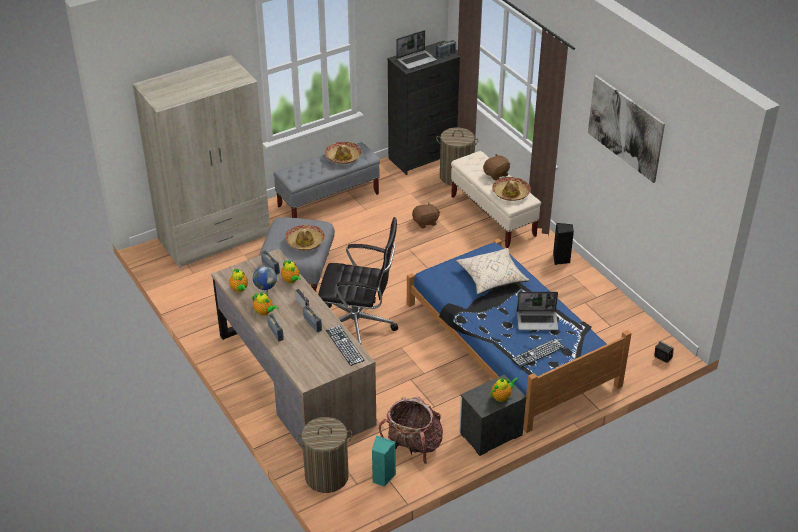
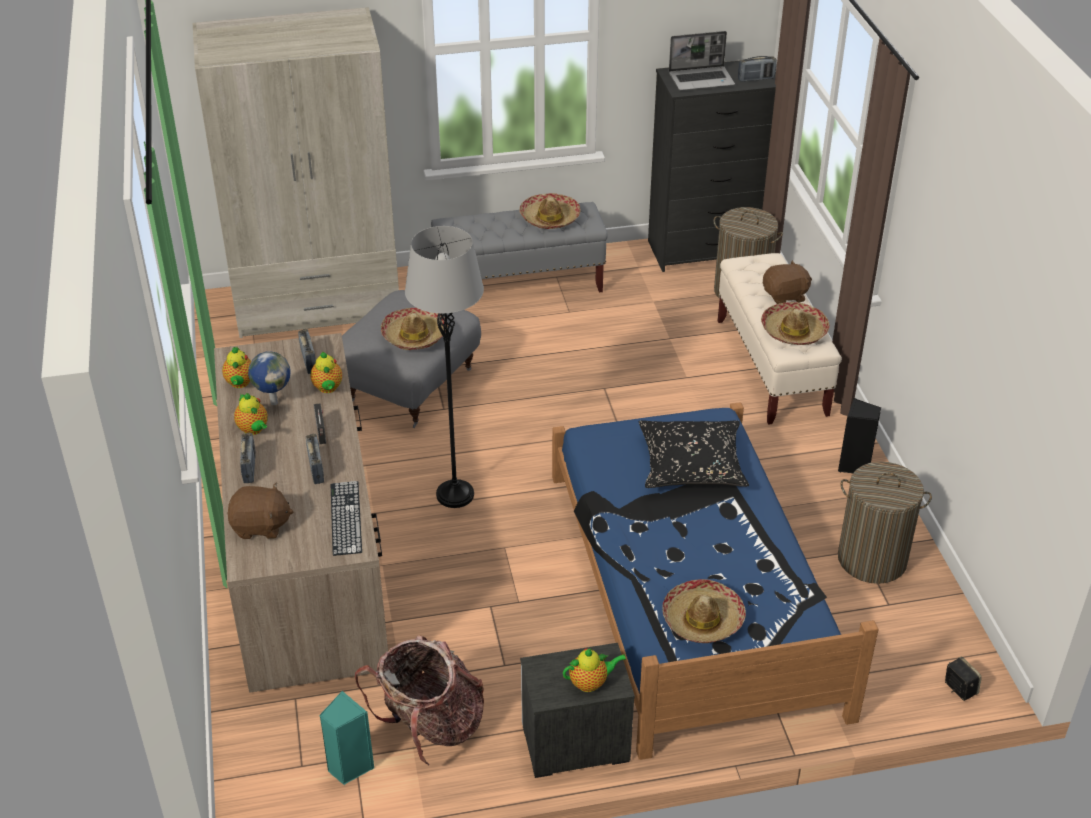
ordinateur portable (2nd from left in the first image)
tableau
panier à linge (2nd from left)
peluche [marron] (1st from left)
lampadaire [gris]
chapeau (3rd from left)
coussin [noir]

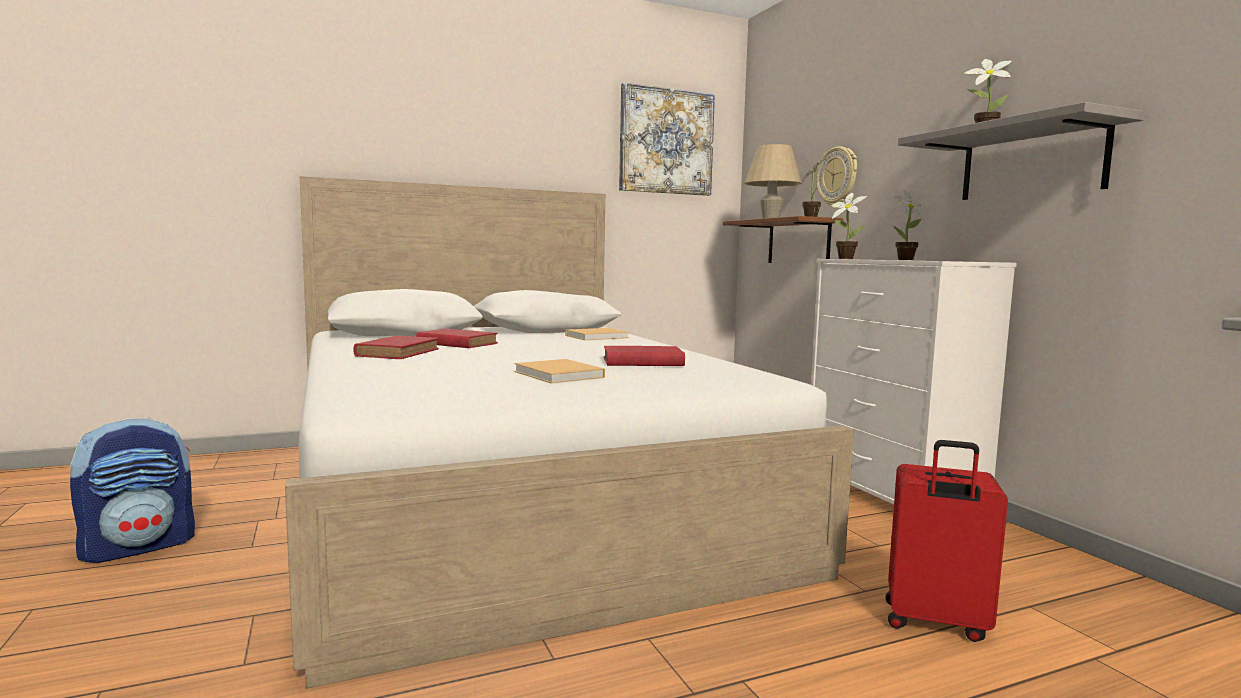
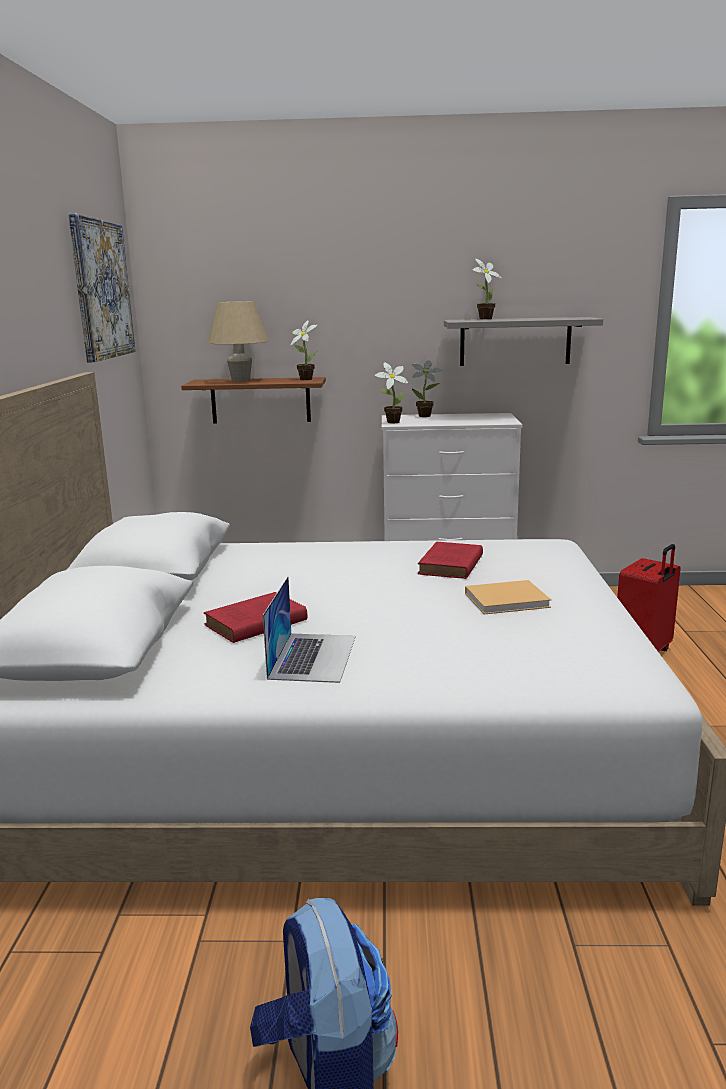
livre [beige] (2nd from left in the first image)
horloge murale
ordinateur portable

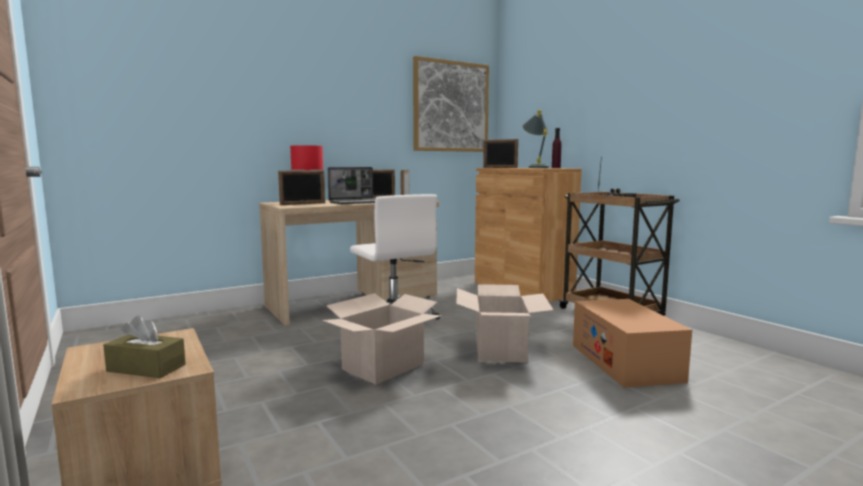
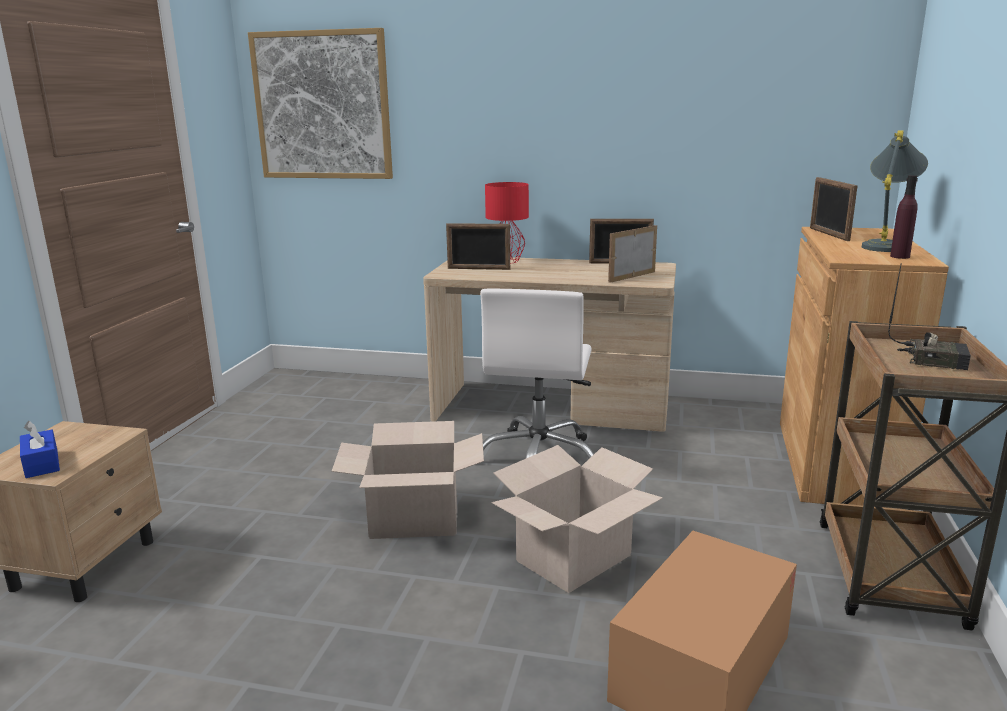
ordinateur portable
tableau
boîte à mouchoirs [bleu]

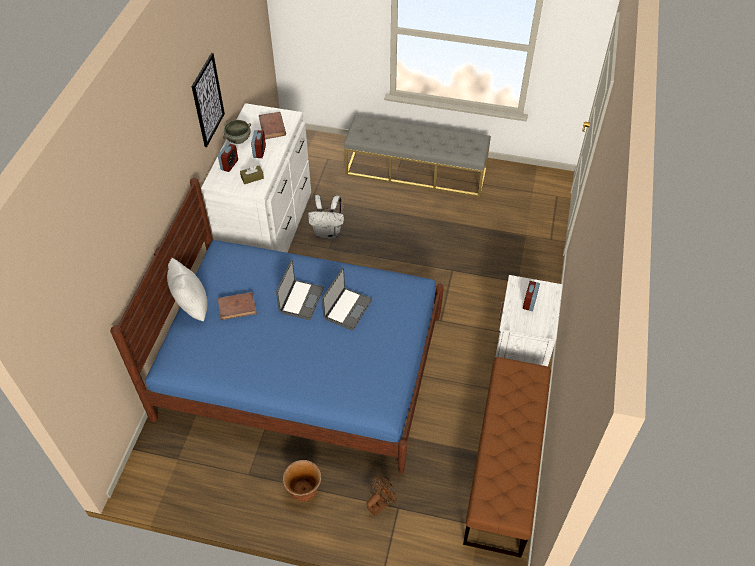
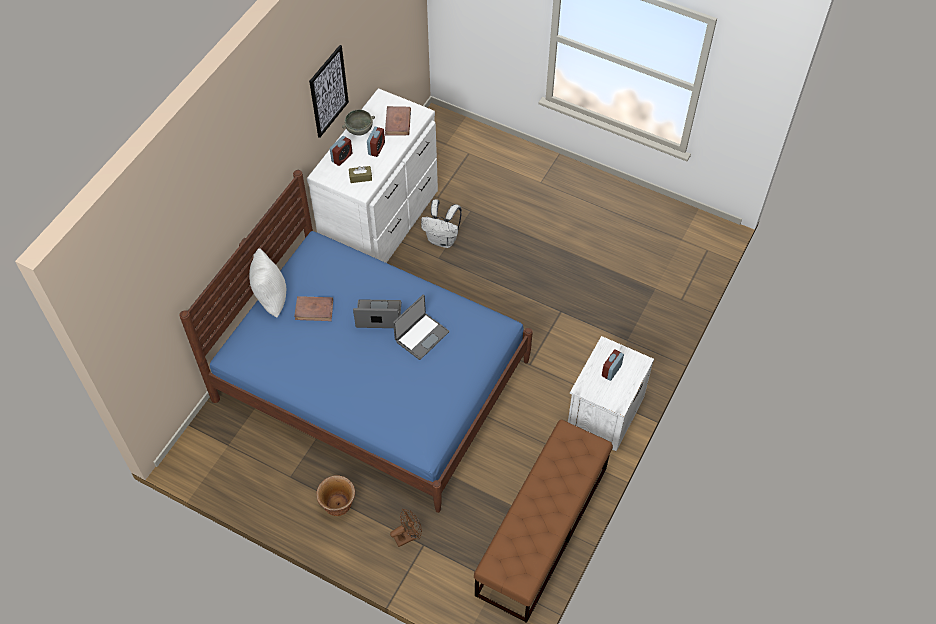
banc [gris]
ordinateur portable (1st from left)

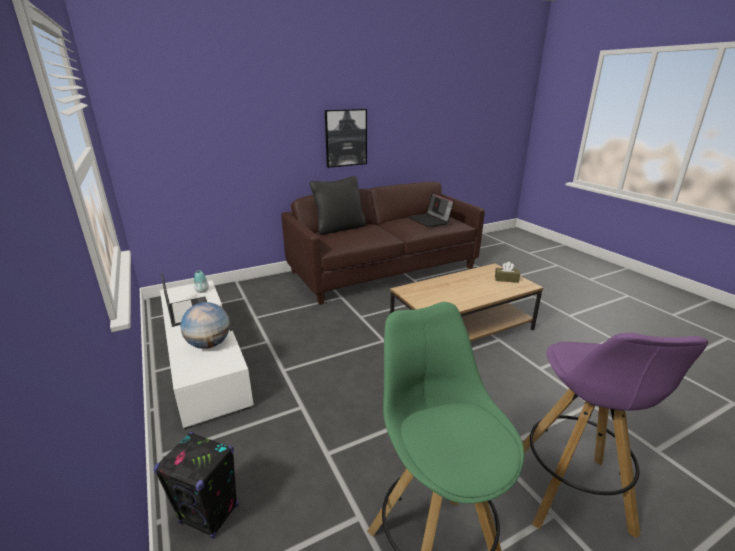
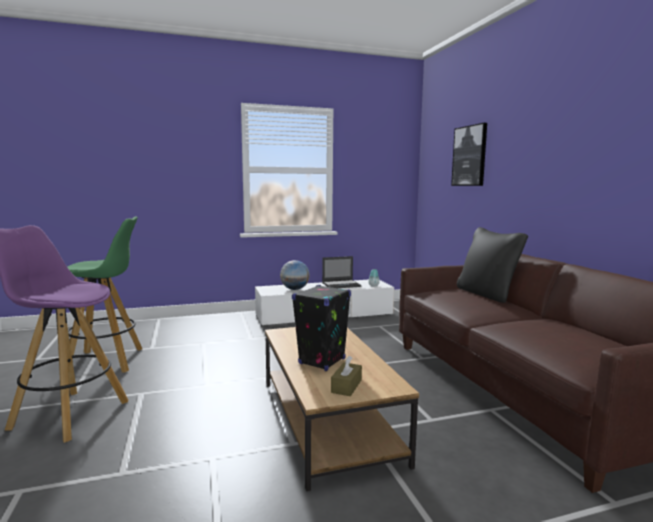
ordinateur portable (2nd from left in the first image)
enceinte [noir]
tableau

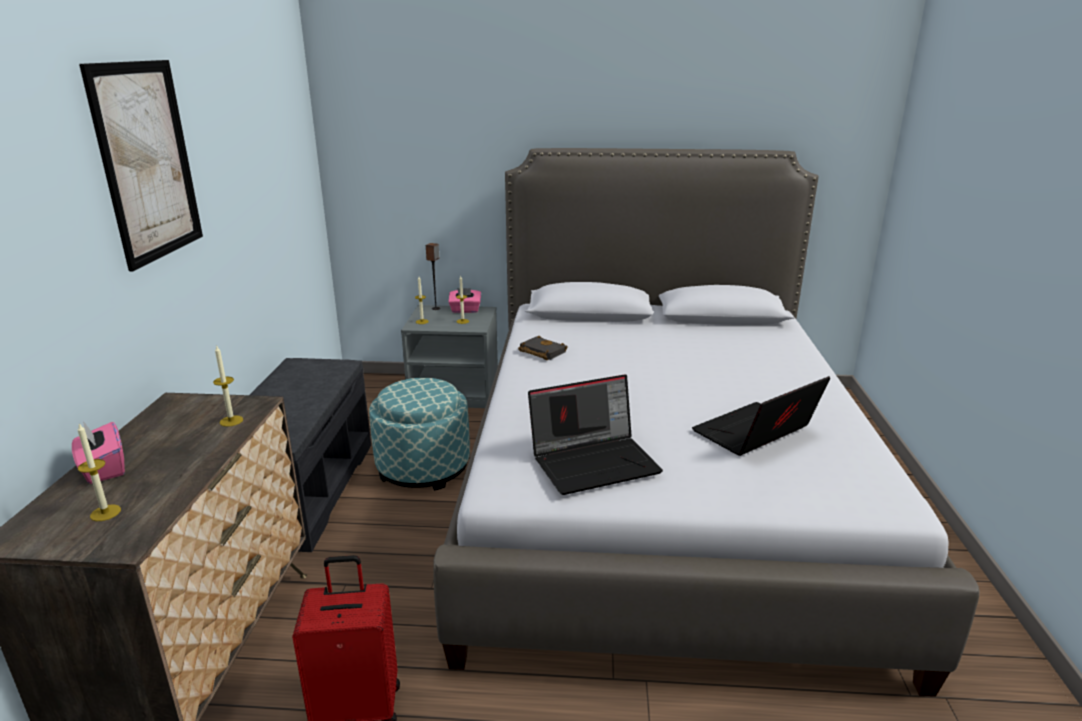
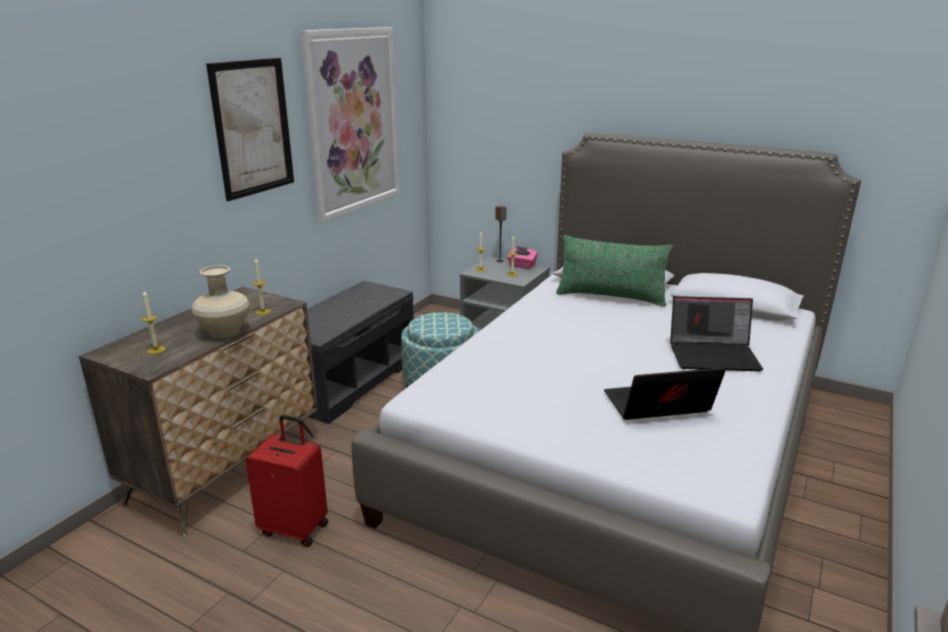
boîte à mouchoirs [rose] (1st from left in the first image)
livre [noir]
vase [beige]
tableau (2nd from left)
coussin [vert]
ordinateur portable (2nd from left)

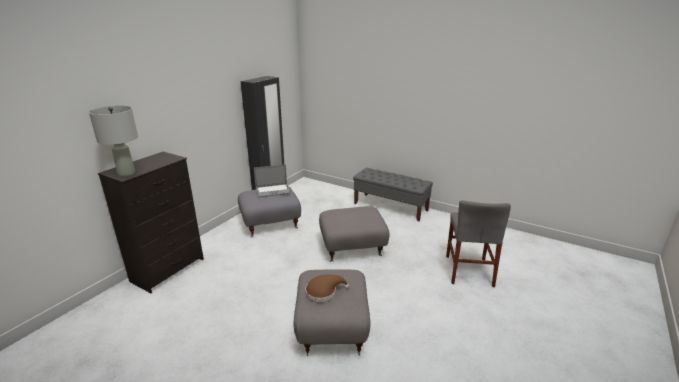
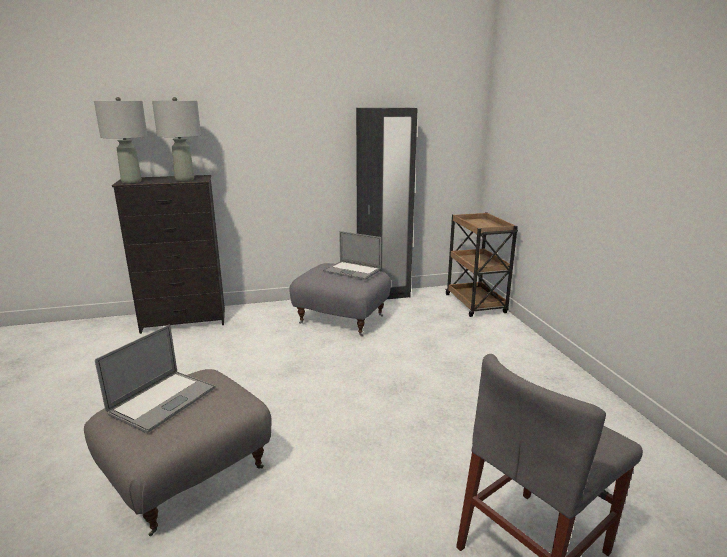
pouf [gris] (3rd from left in the first image)
banc [gris]
lampe de table [gris] (2nd from left)
chariot [marron]
ordinateur portable (1st from left)

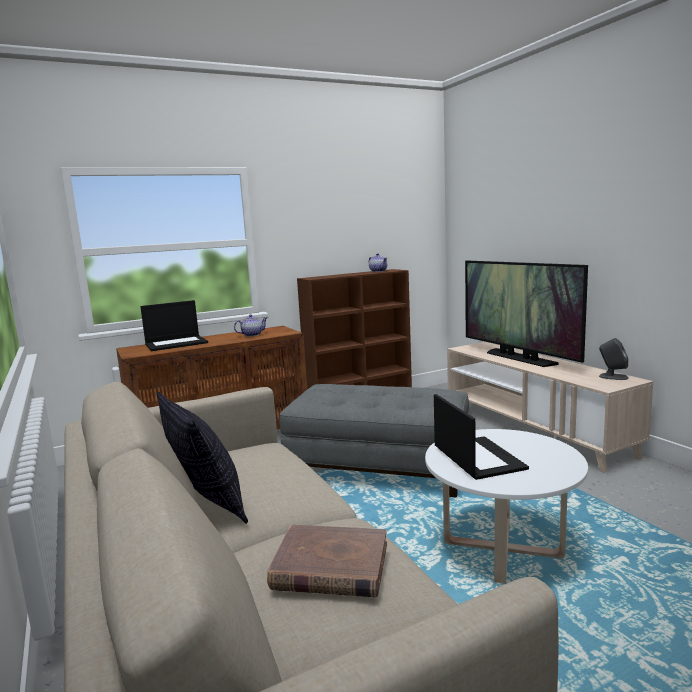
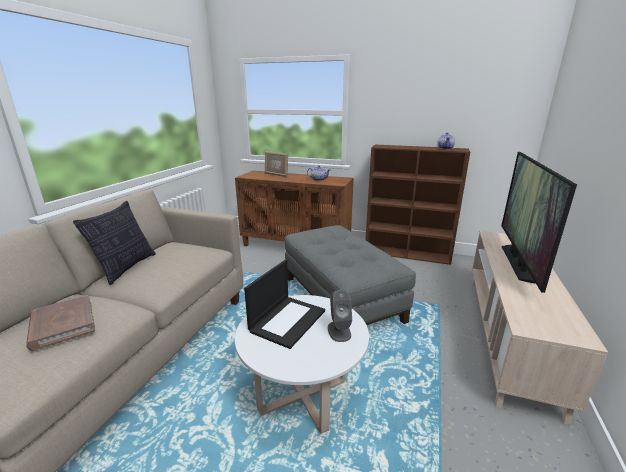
enceinte [gris]
cadre photo

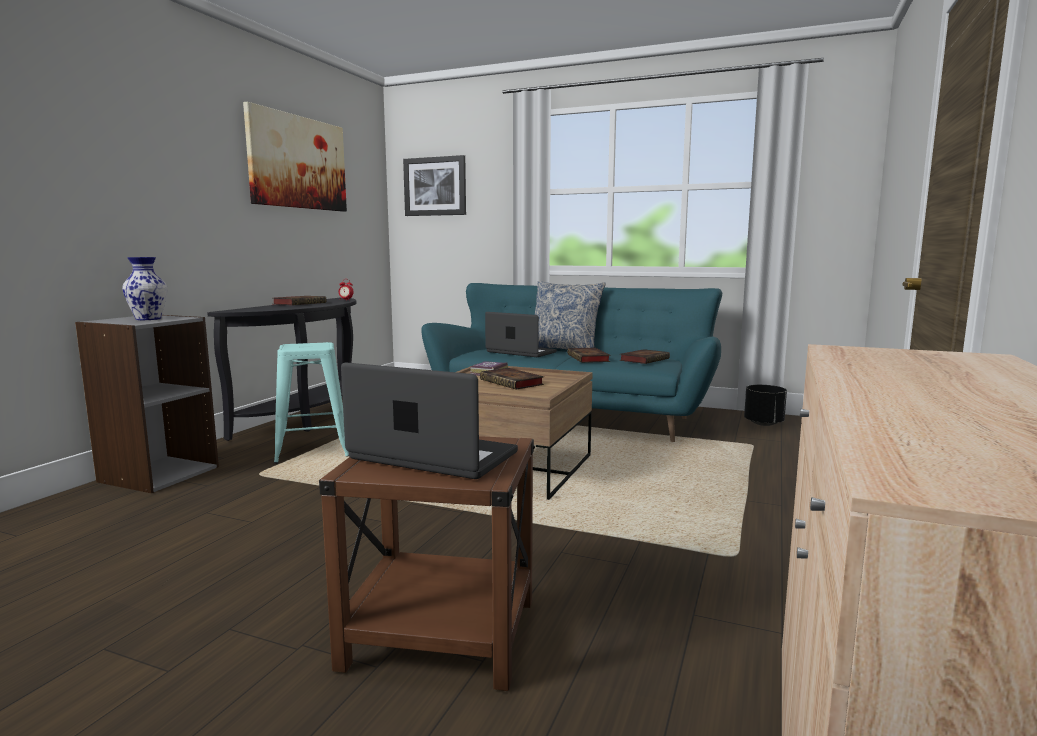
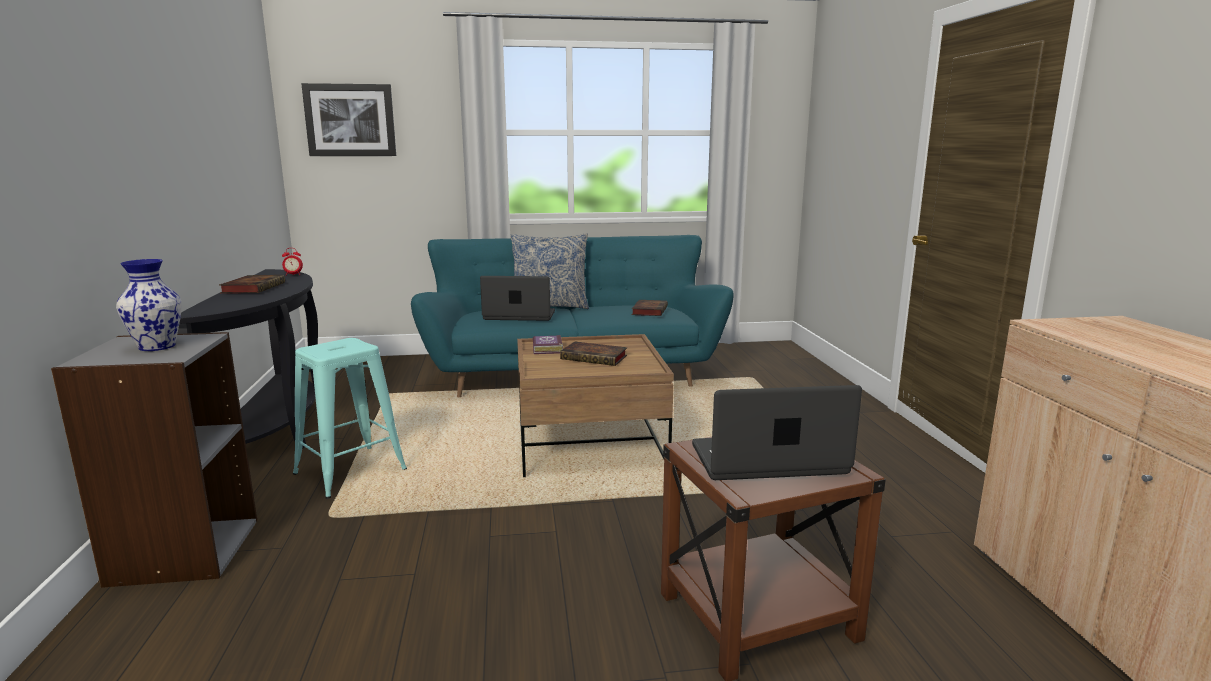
tableau (1st from left in the first image)
livre (4th from left in the first image)
cache-pot [noir]

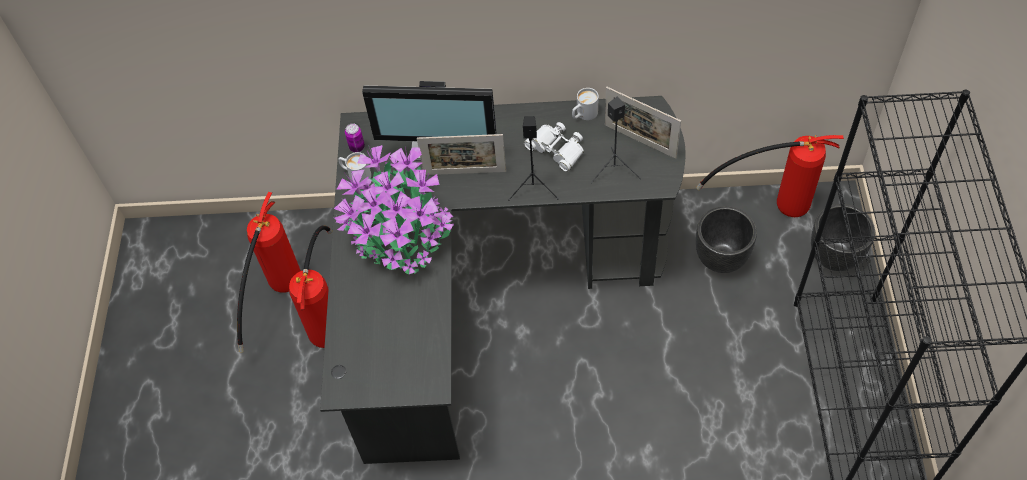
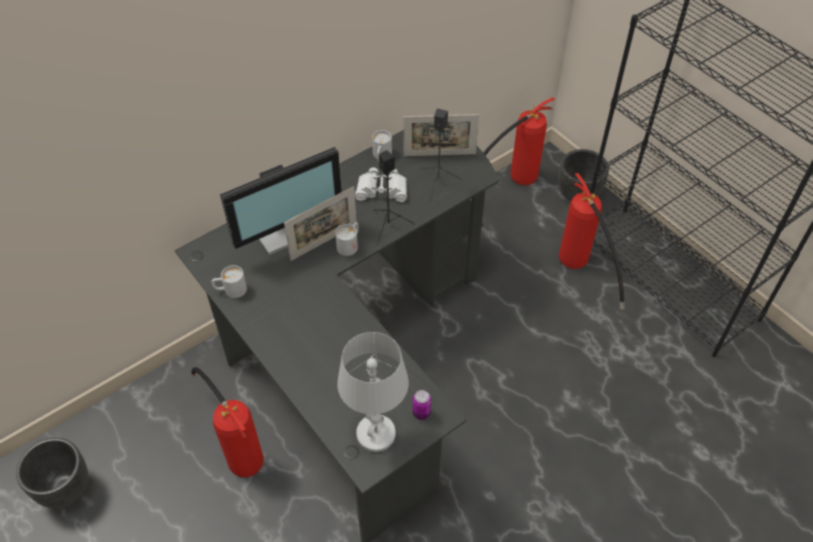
plante en pot
mug [blanc] (2nd from left)
lampe de table [blanc]
extincteur (3rd from left)
boîte métallique
cache-pot [noir] (1st from left)

